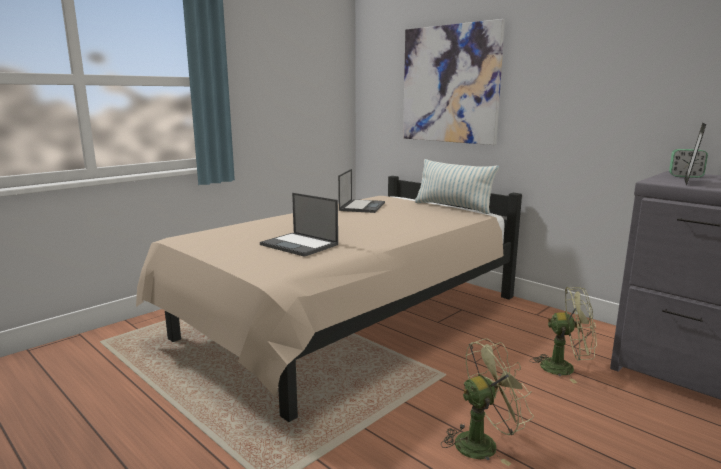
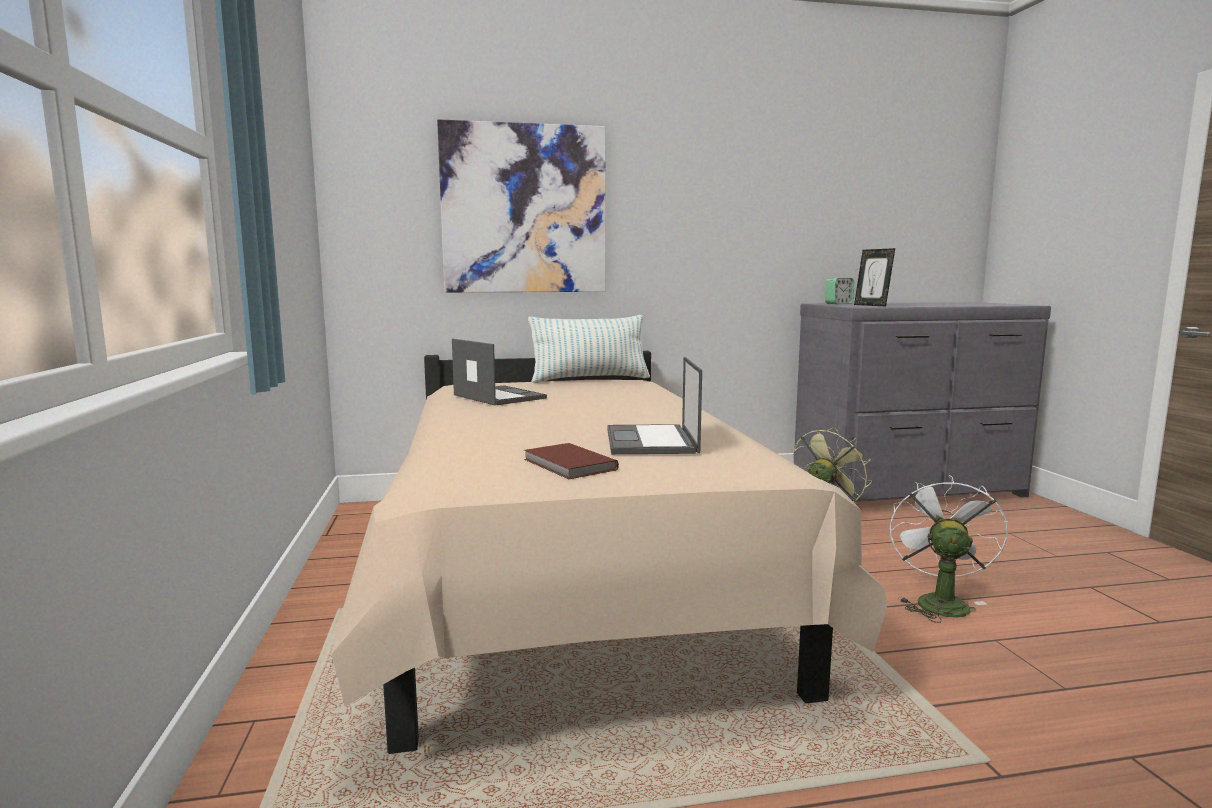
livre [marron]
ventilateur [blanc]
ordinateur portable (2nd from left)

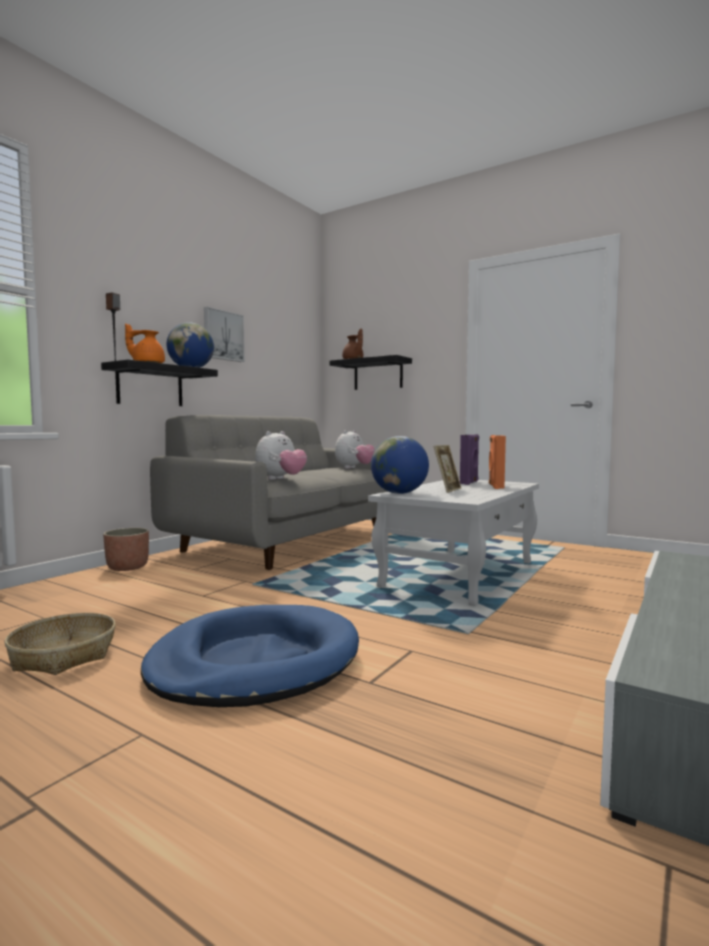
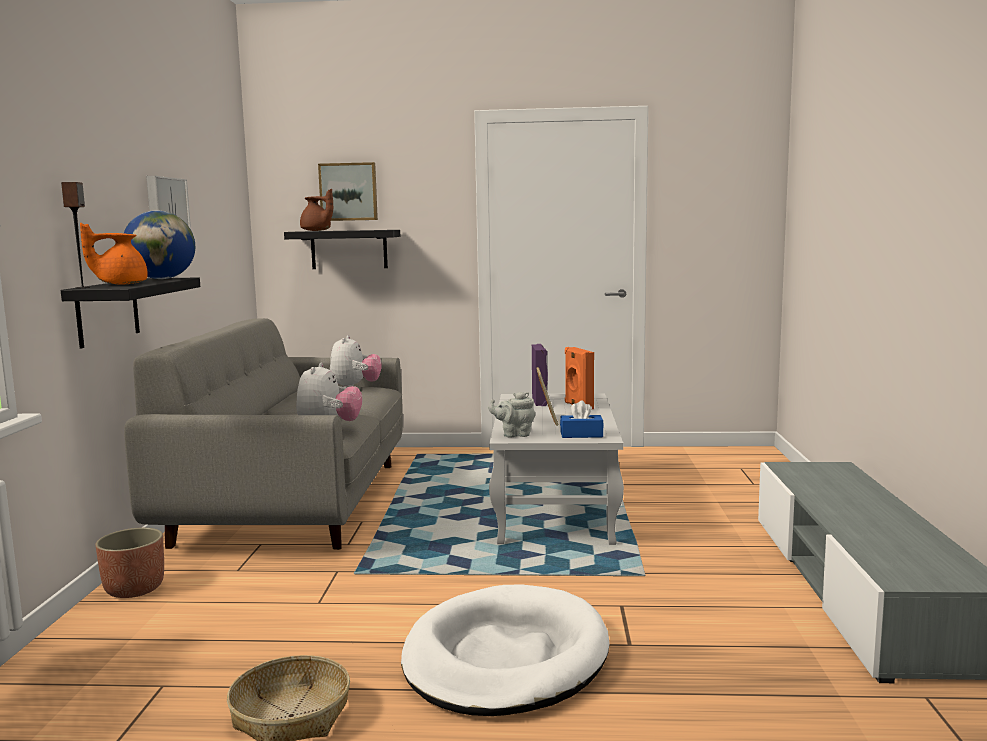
tableau (2nd from left)
boîte à mouchoirs [bleu]
théière [gris]
panier pour chien [blanc]

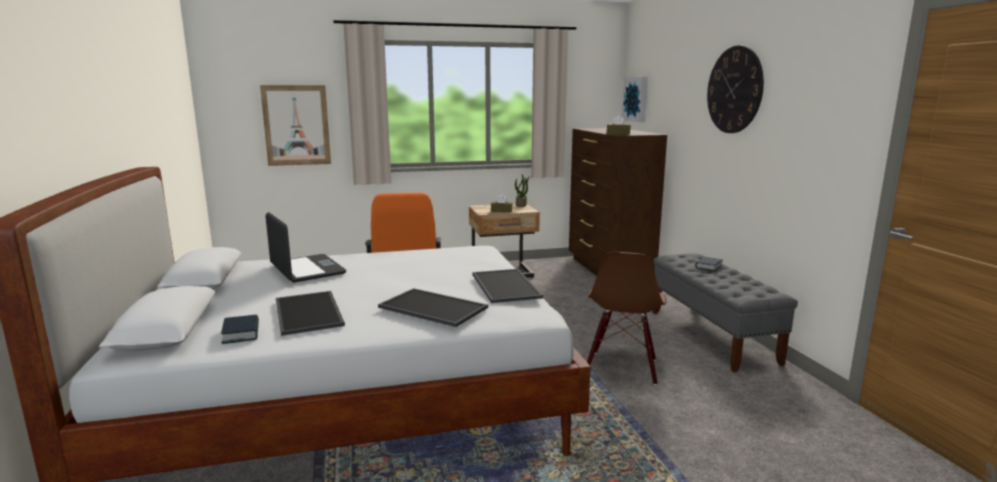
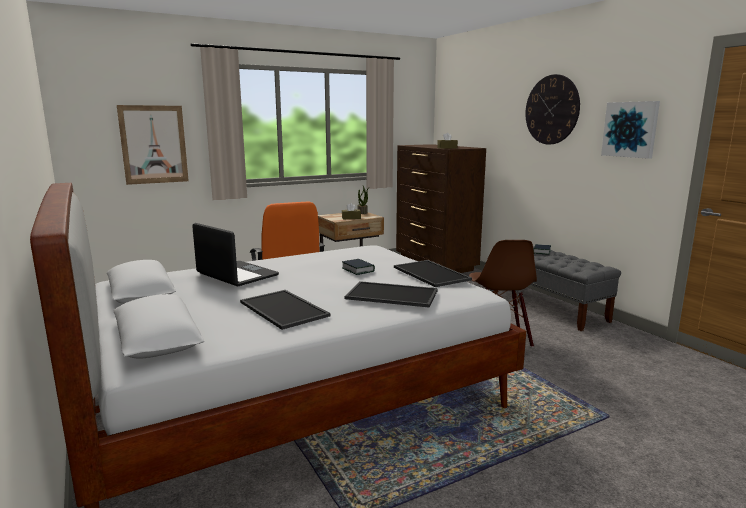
livre (1st from left)
tableau (2nd from left)

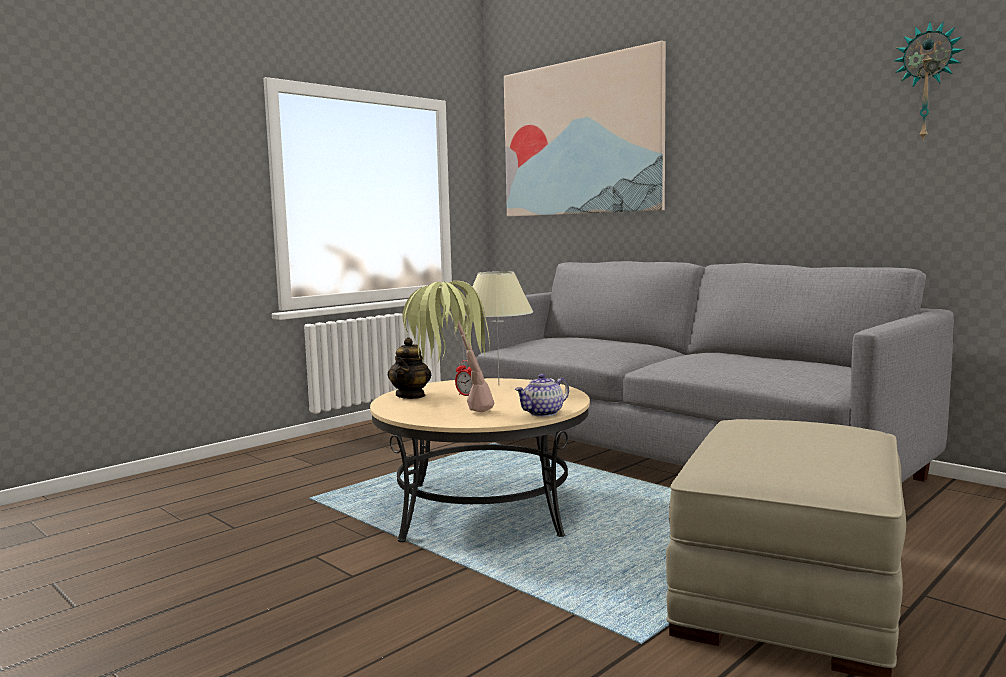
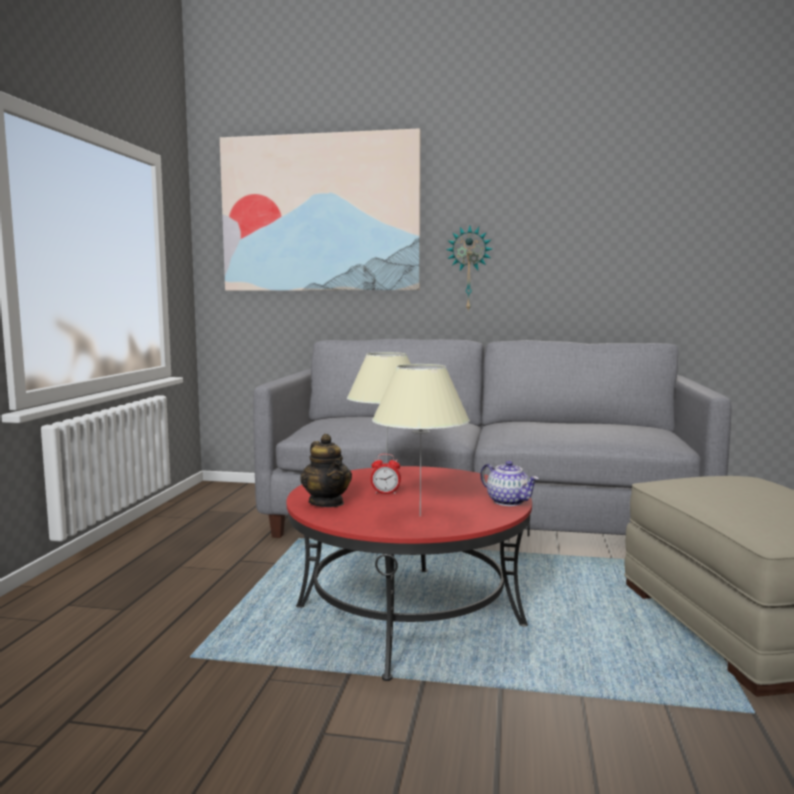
horloge murale
lampe de table [beige] (2nd from left)
table basse [rouge]
théière (2nd from left)

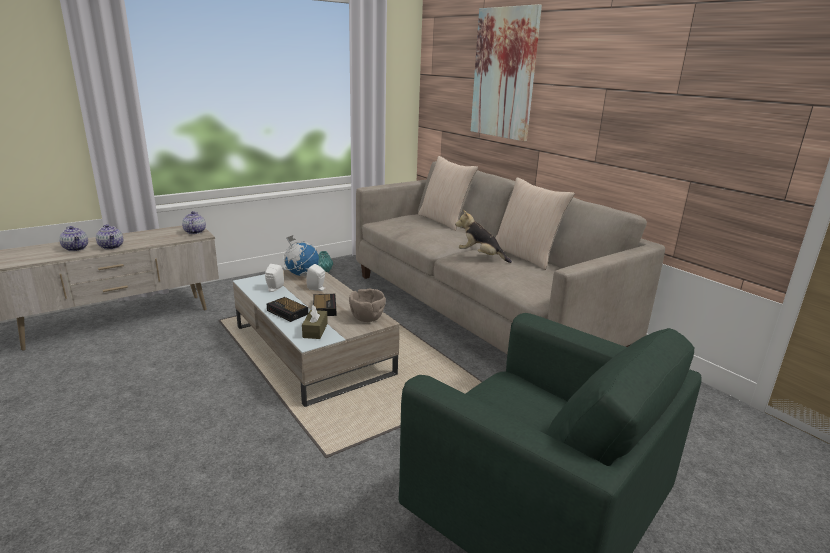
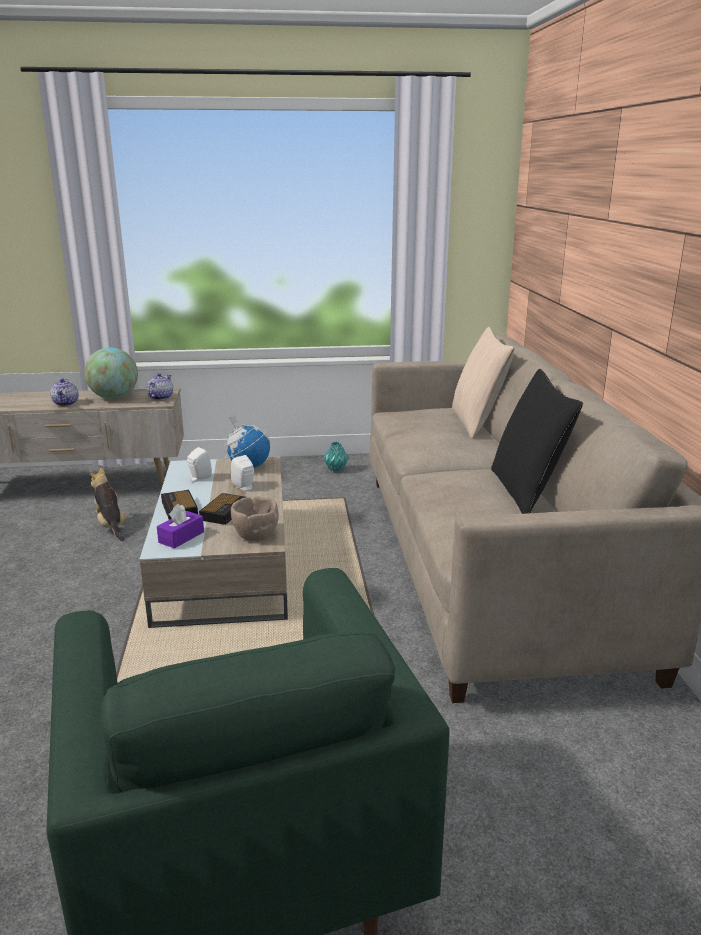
théière (1st from left in the first image)
tableau
globe (1st from left)
peluche
boîte à mouchoirs [violet]
coussin [noir]

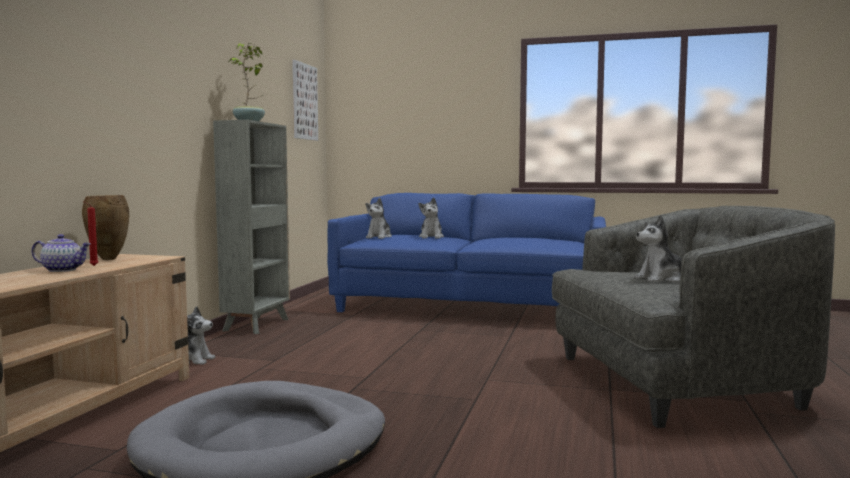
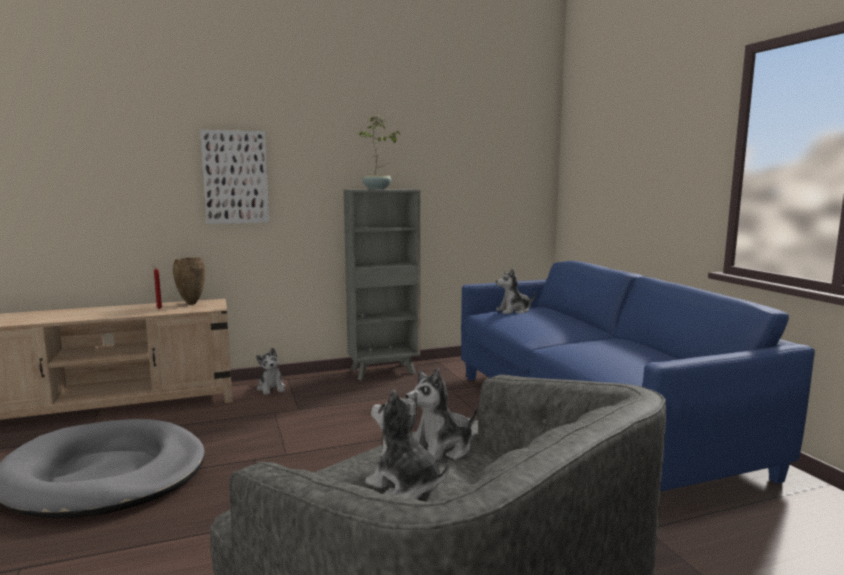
théière
tableau
peluche (3rd from left)

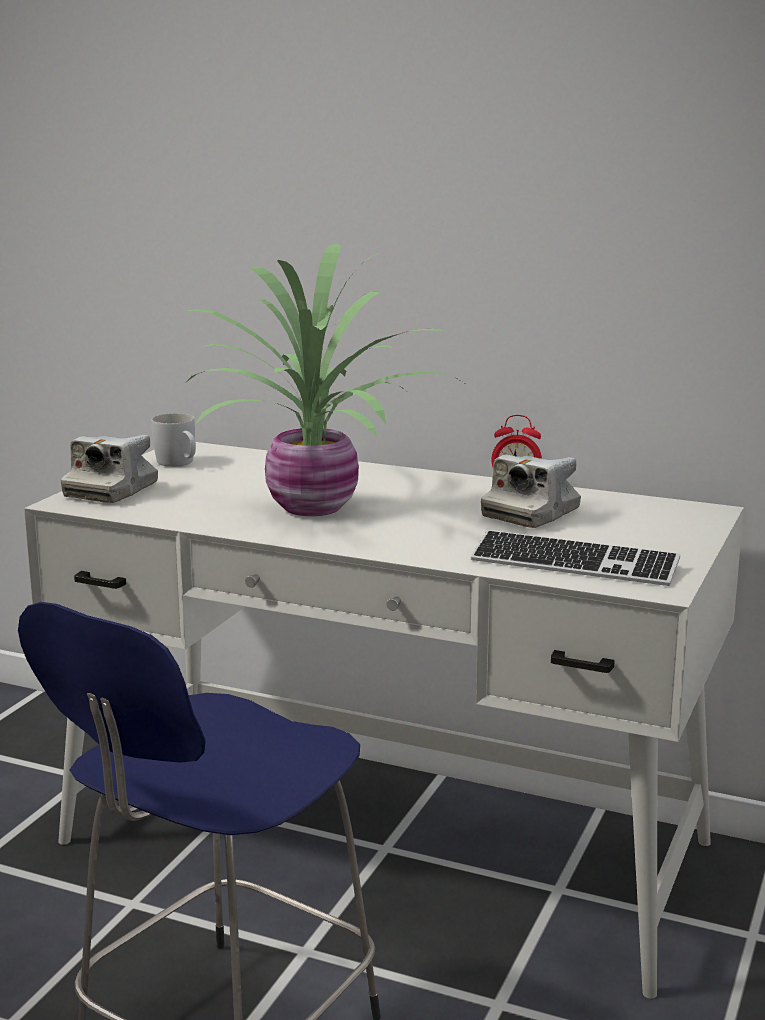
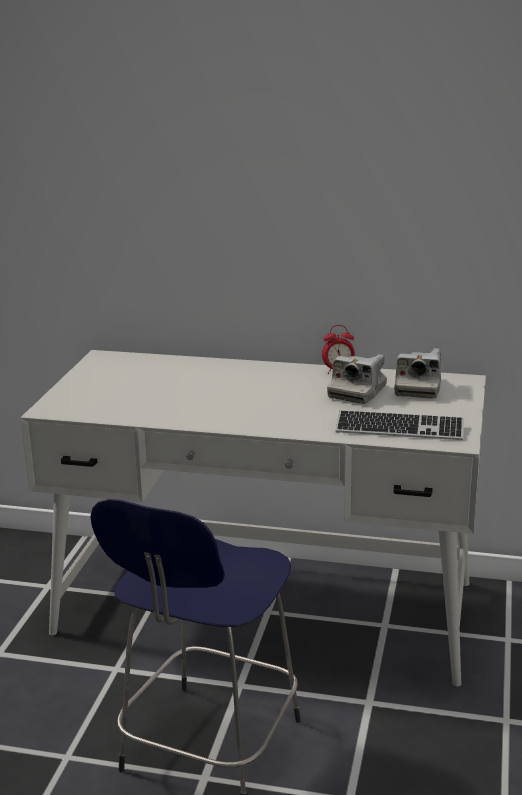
mug [blanc]
plante en pot
appareil photo (2nd from left)

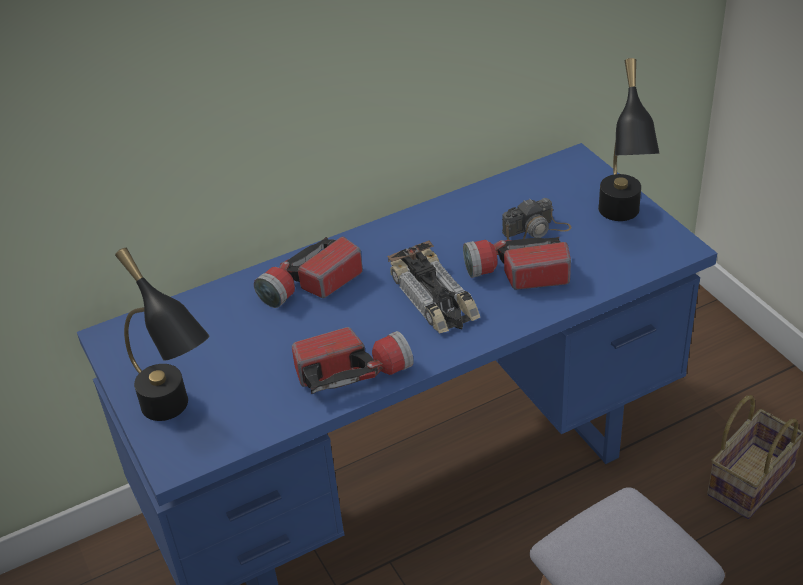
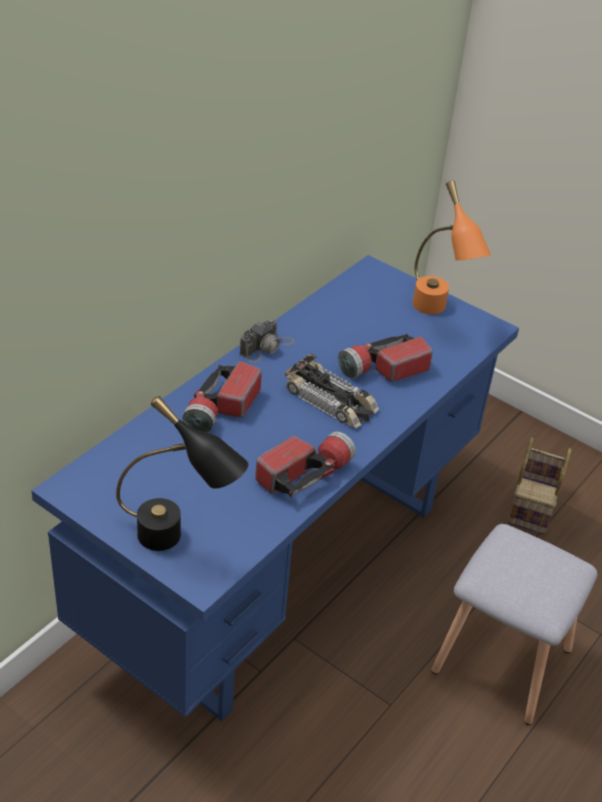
appareil photo
lampe de table [orange]

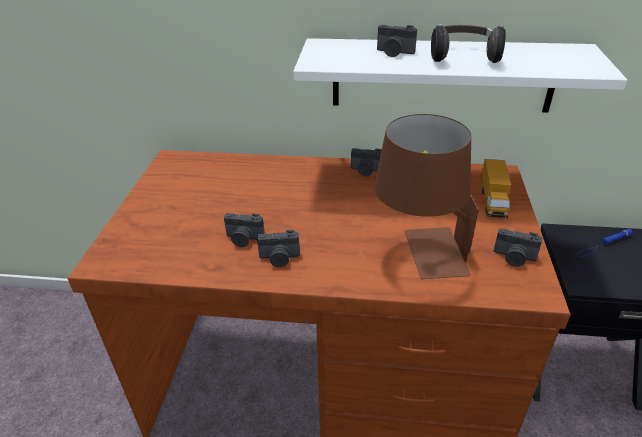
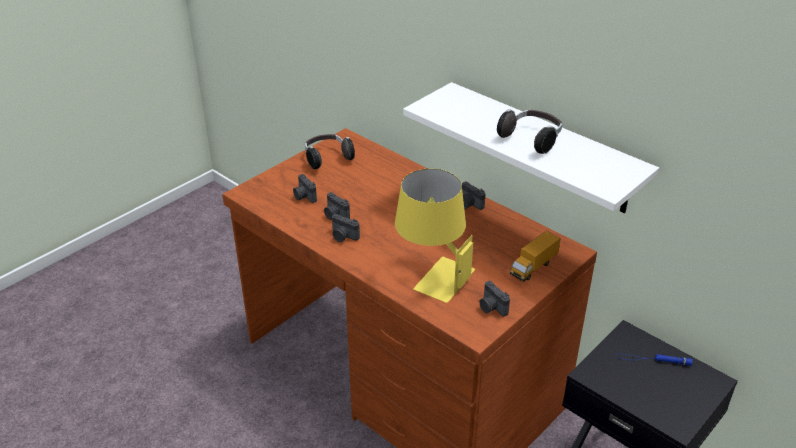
casque audio (1st from left)
appareil photo (1st from left)
lampe de table [jaune]

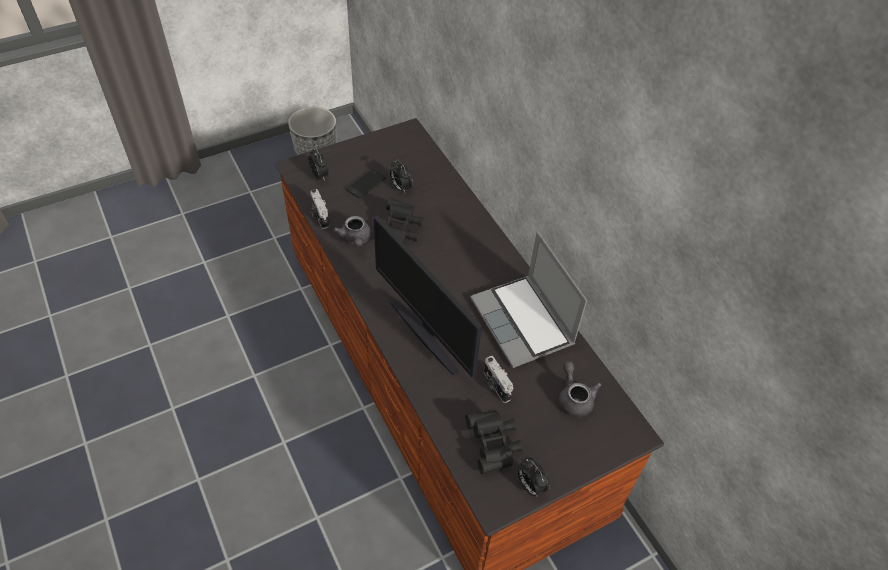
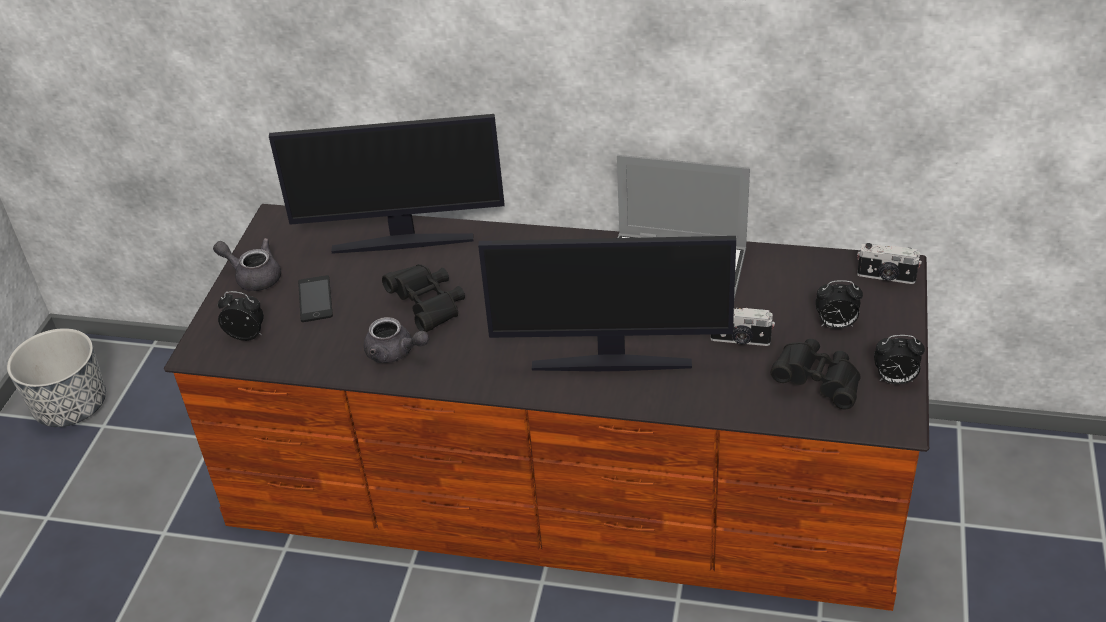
écran d'ordinateur (1st from left)
appareil photo (2nd from left)
réveil (2nd from left)
théière [gris] (1st from left)

